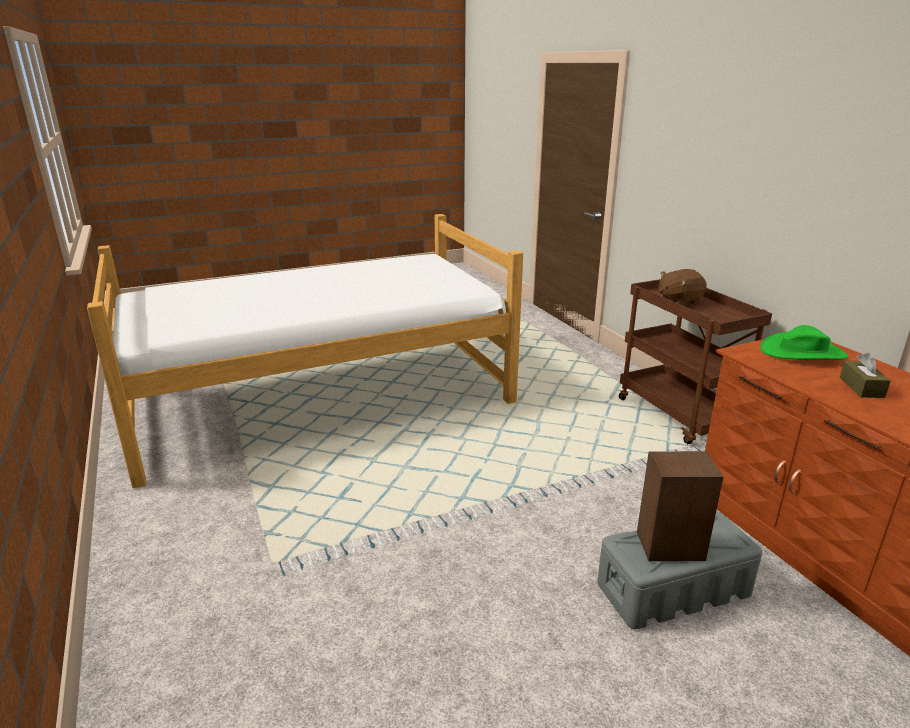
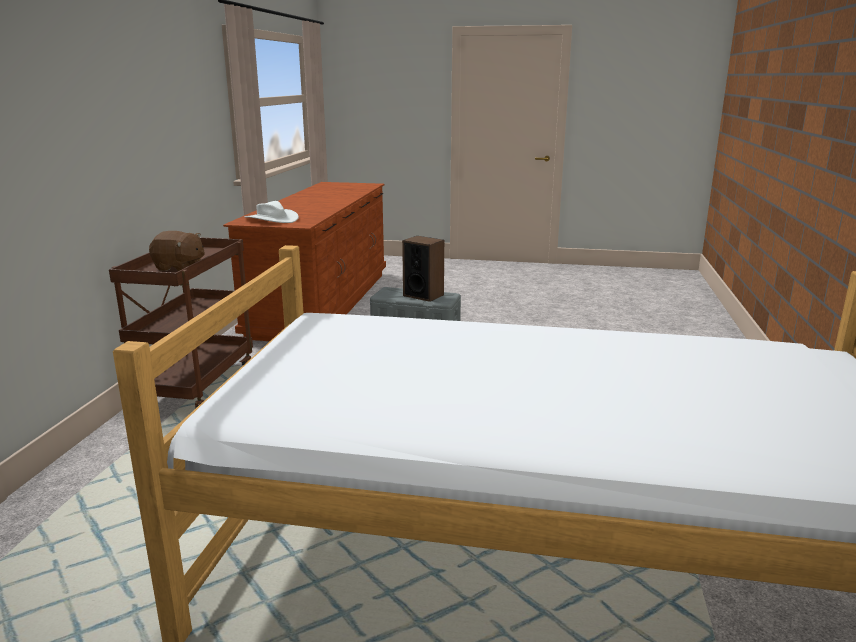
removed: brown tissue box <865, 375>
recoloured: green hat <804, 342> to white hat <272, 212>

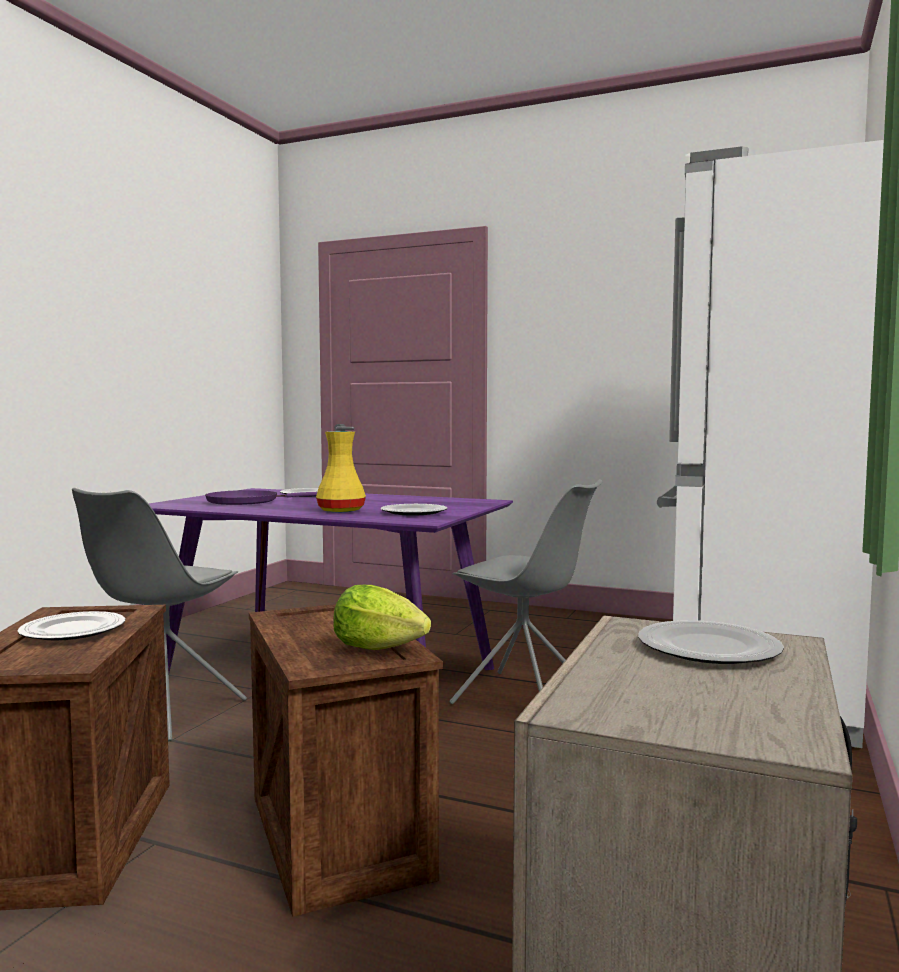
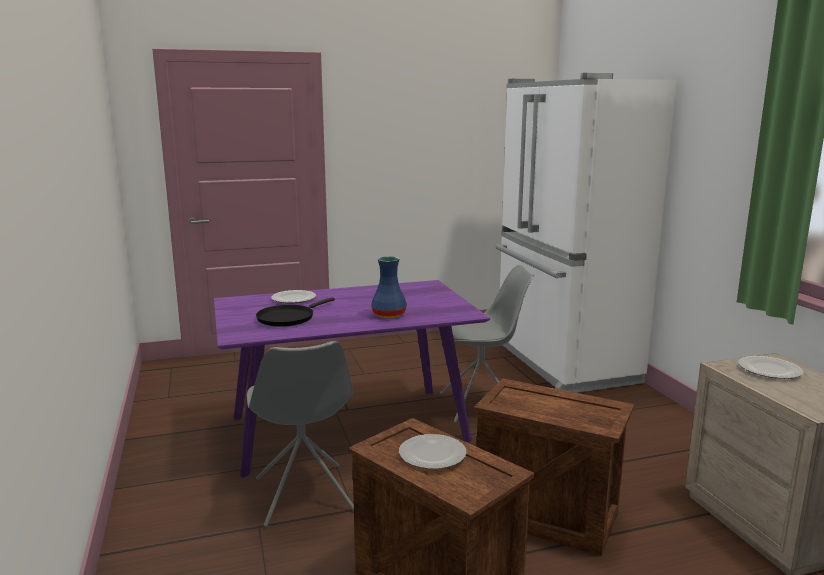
removed: lettuce <382, 617>; plate <414, 510>
recoloured: purple frying pan <261, 497> to black frying pan <295, 312>; yellow vase <341, 472> to blue vase <389, 287>

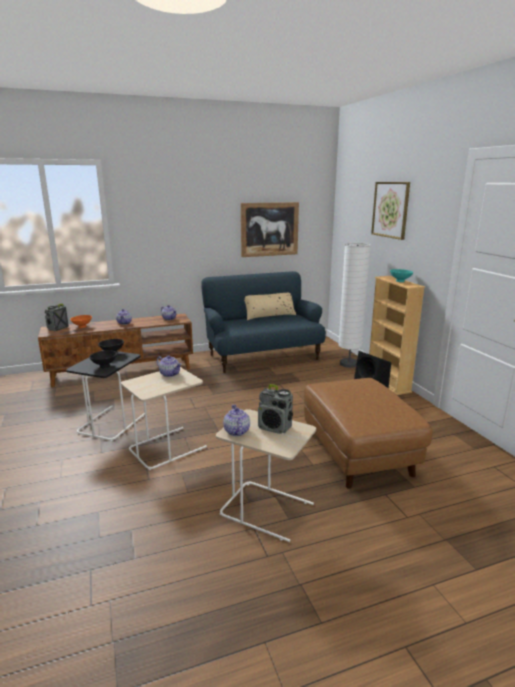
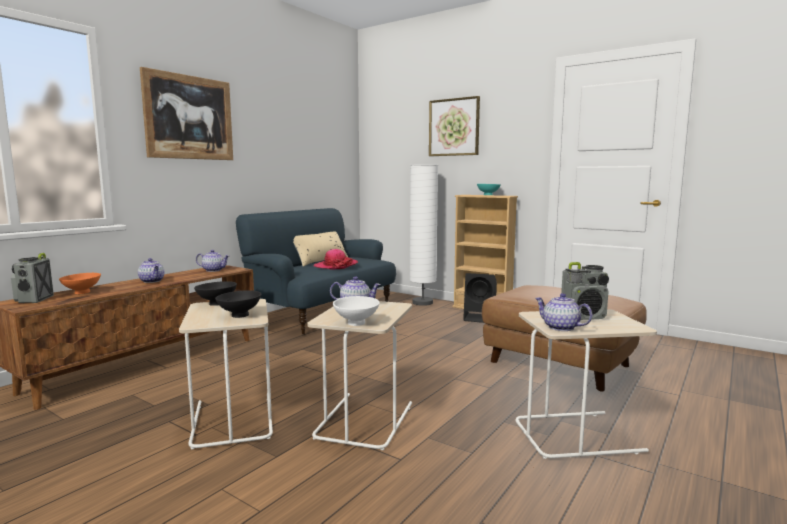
added: hat <336, 259>; white bowl <356, 311>
moved: picture <270, 229> to <186, 113>
recoloured: black side table <105, 395> to beige side table <226, 374>

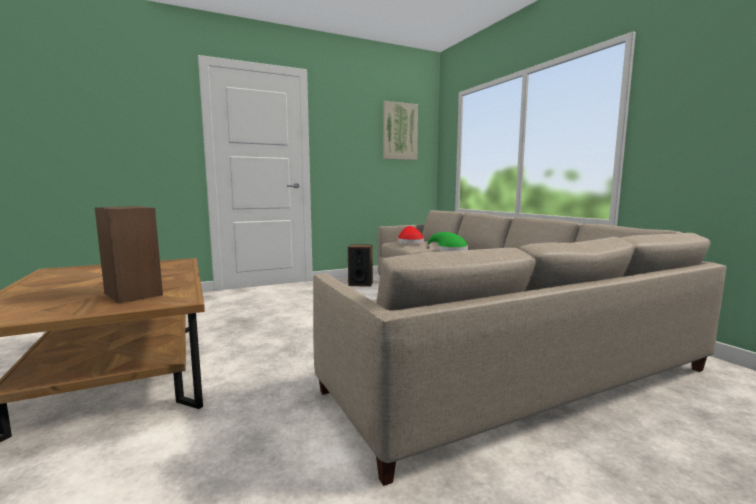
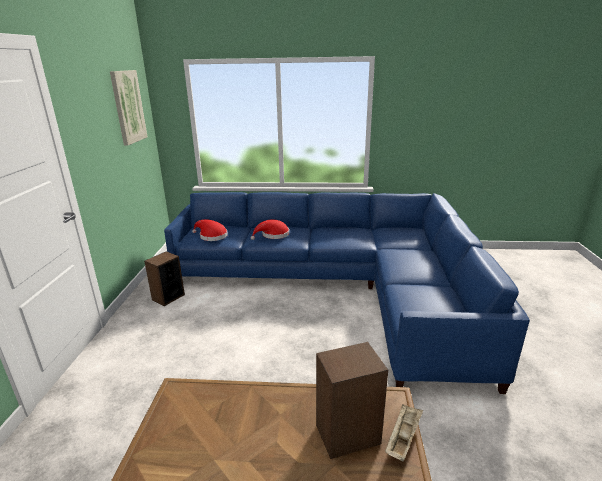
added: beige tray <404, 432>
recoloured: beige sofa <520, 348> to blue sofa <347, 293>; green hat <446, 241> to red hat <270, 229>

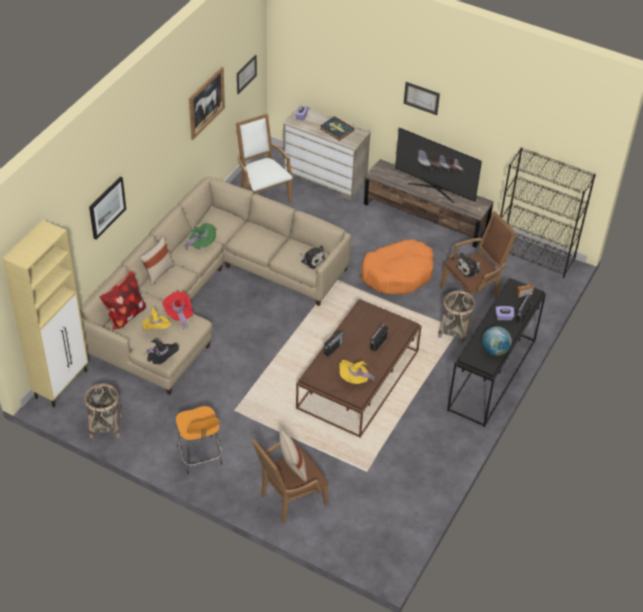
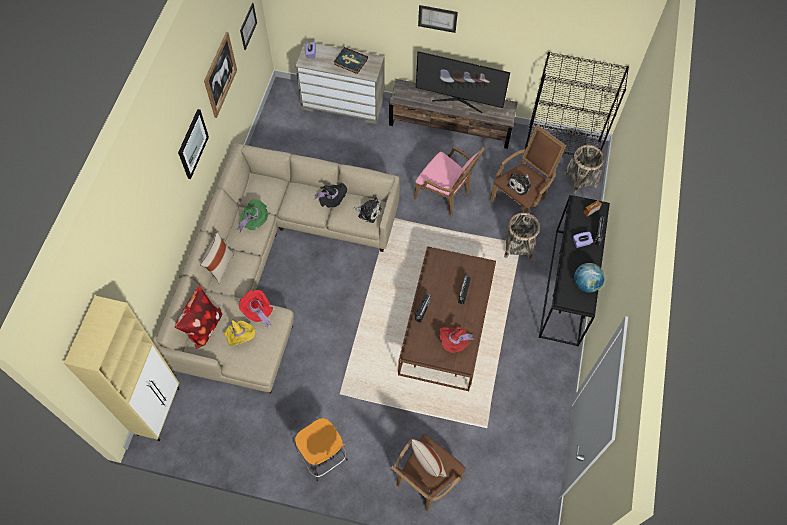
removed: white armchair <264, 159>
moved: picture <107, 208> to <193, 144>; black hat <162, 351> to <331, 195>; basket <103, 410> to <584, 169>
replaced: orange dog bed <396, 267> to pink armchair <449, 181>
recoloured: yellow hat <357, 371> to red hat <456, 339>

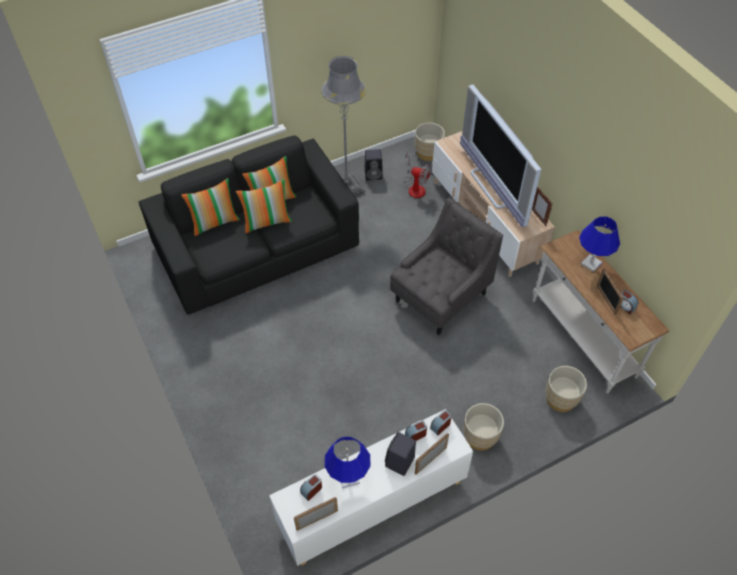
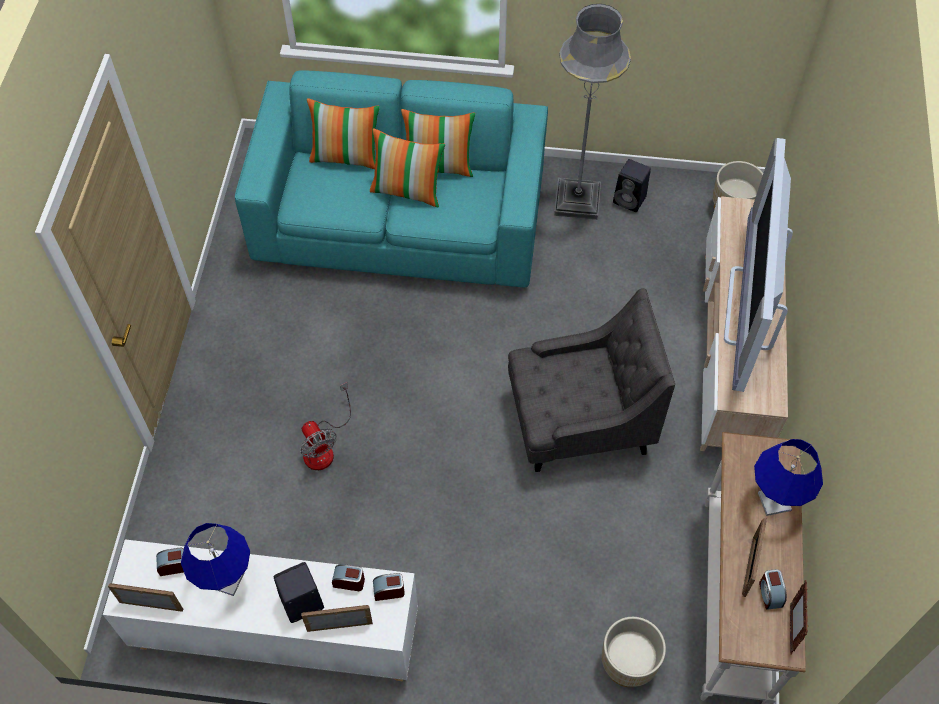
removed: beige planter <483, 427>
moved: fan <417, 175> to <325, 426>; picture frame <542, 206> to <799, 617>
recoloured: black sofa <248, 224> to turquoise sofa <391, 179>

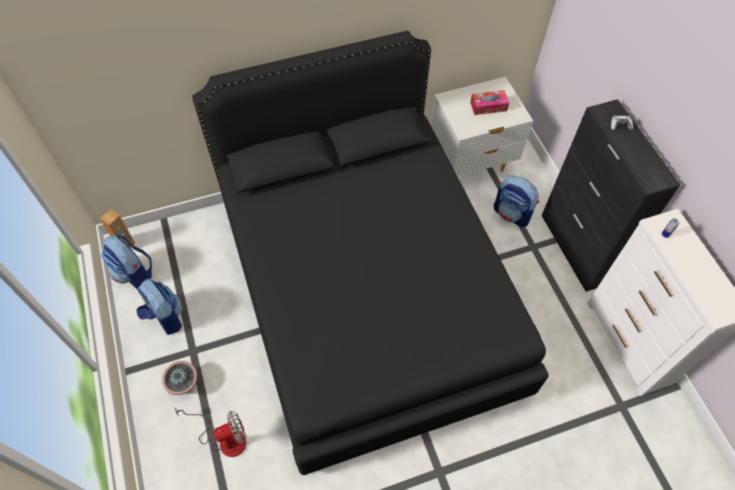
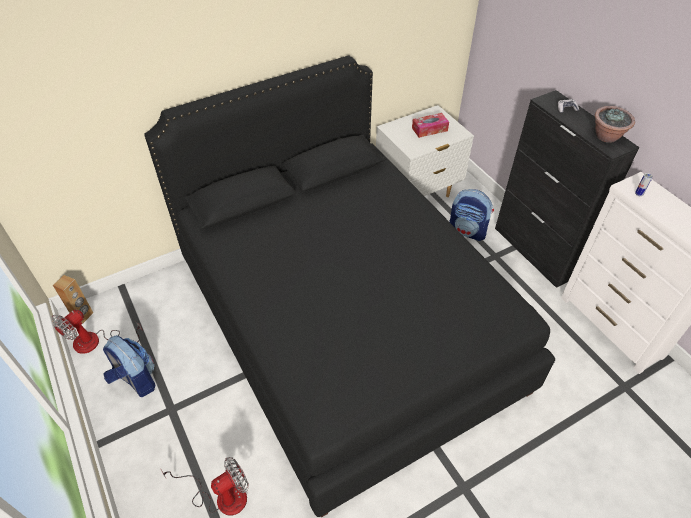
moved: potted plant <180, 378> to <615, 124>
replaced: backpack <126, 262> to fan <96, 332>

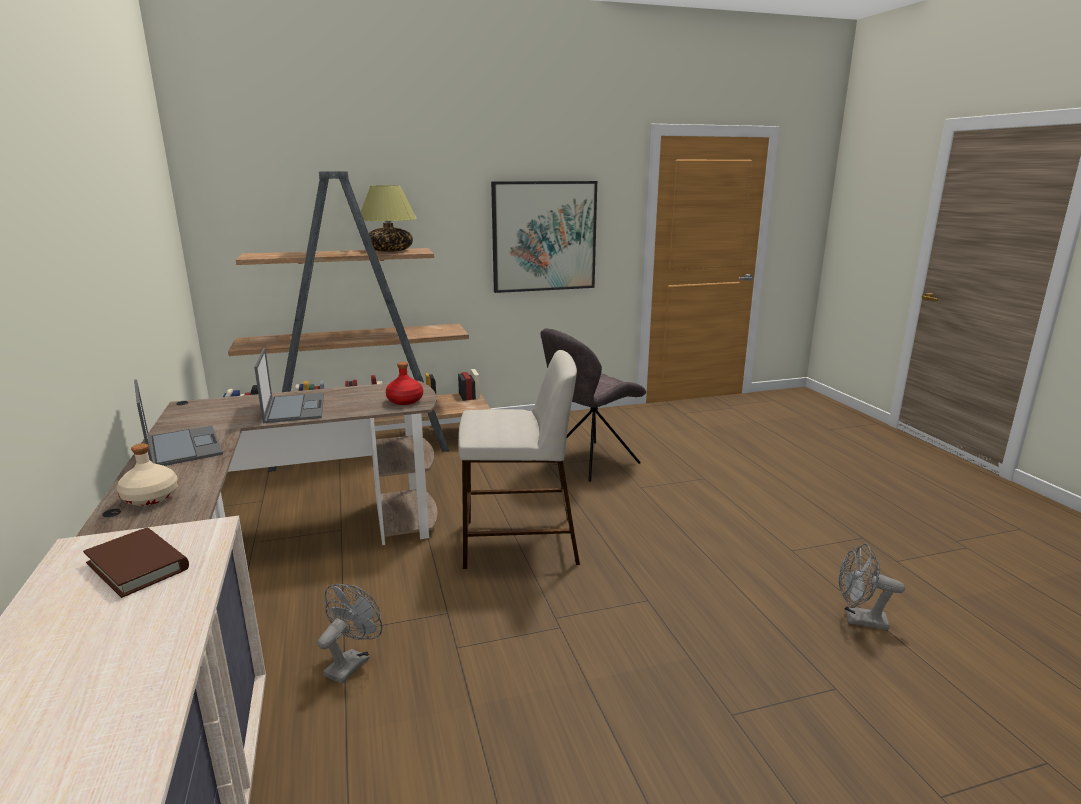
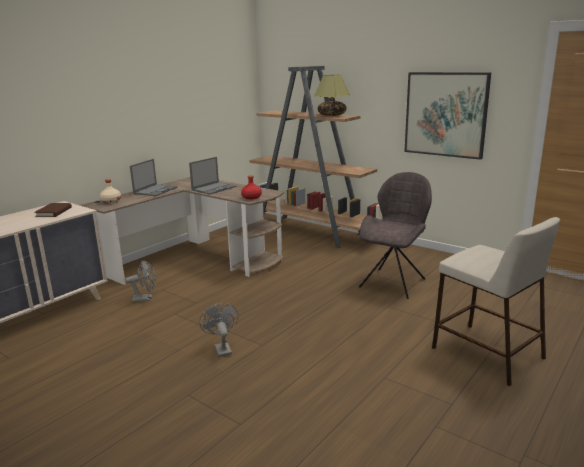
moved: grey fan <872, 587> to <219, 330>; beige stool <519, 459> to <496, 301>
turned: grey chair <593, 405> = <395, 235> 105 degrees clockwise

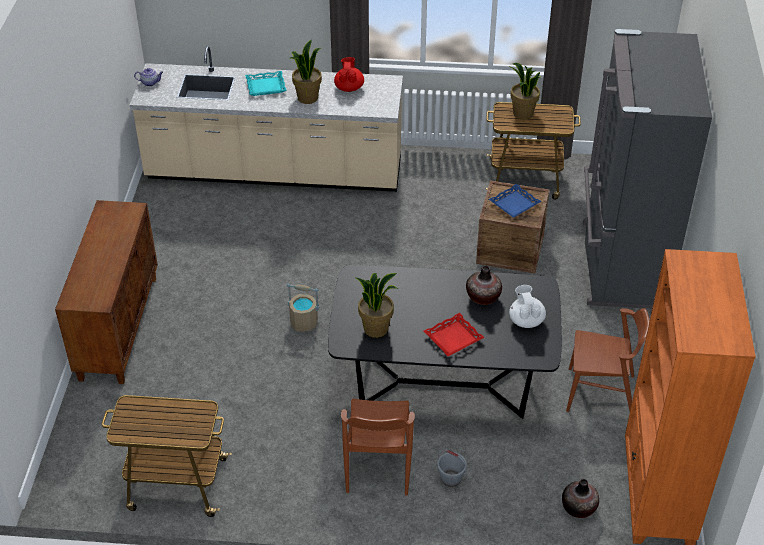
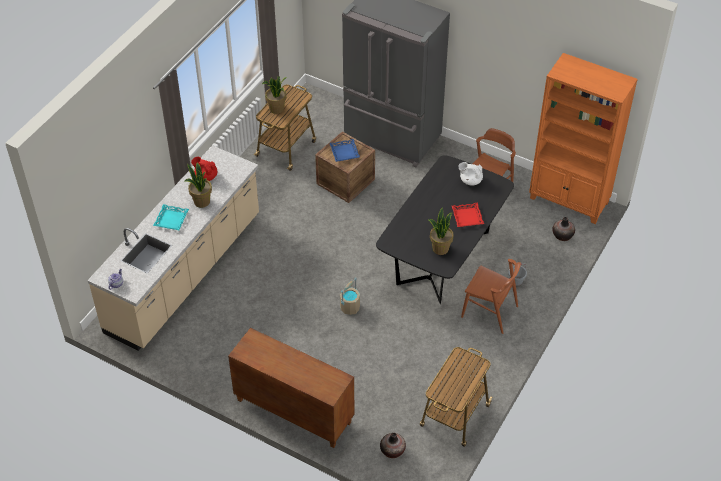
moved: vase <484, 285> to <393, 445>

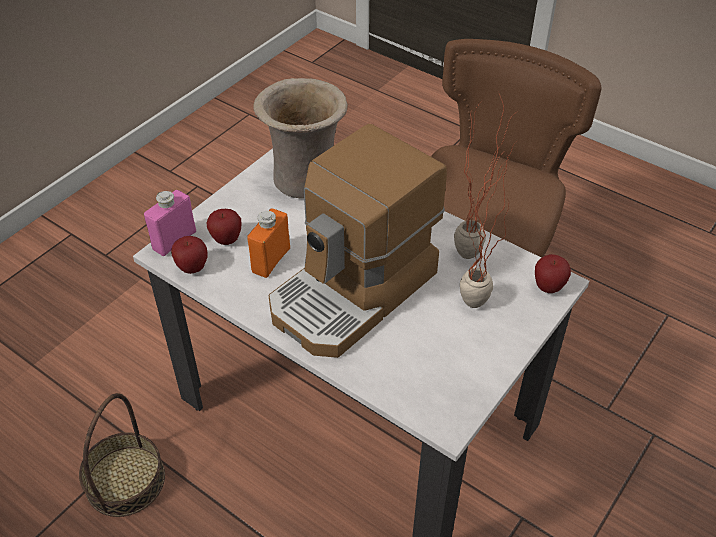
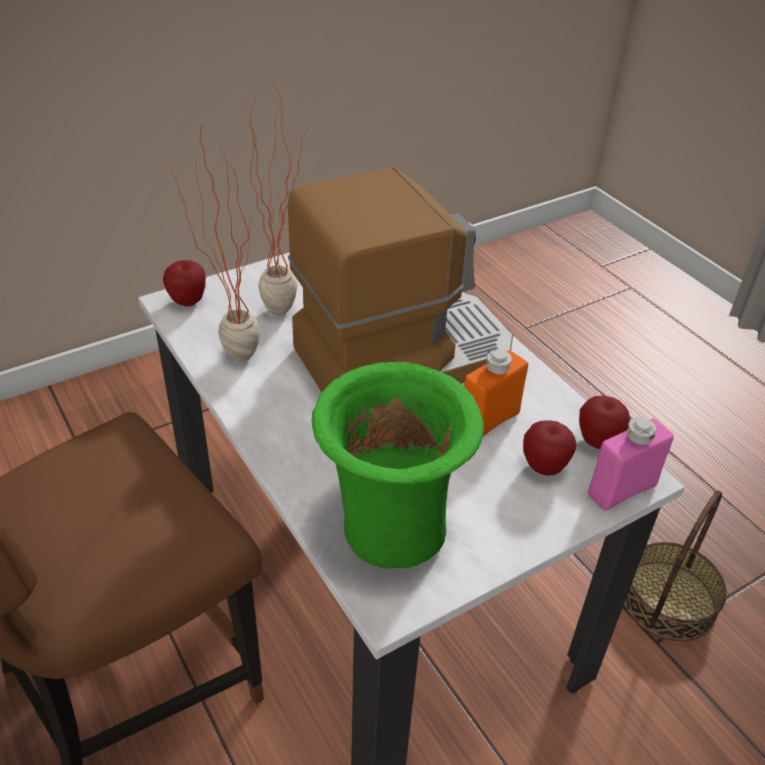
recoloured: beige vase <300, 138> to green vase <397, 465>

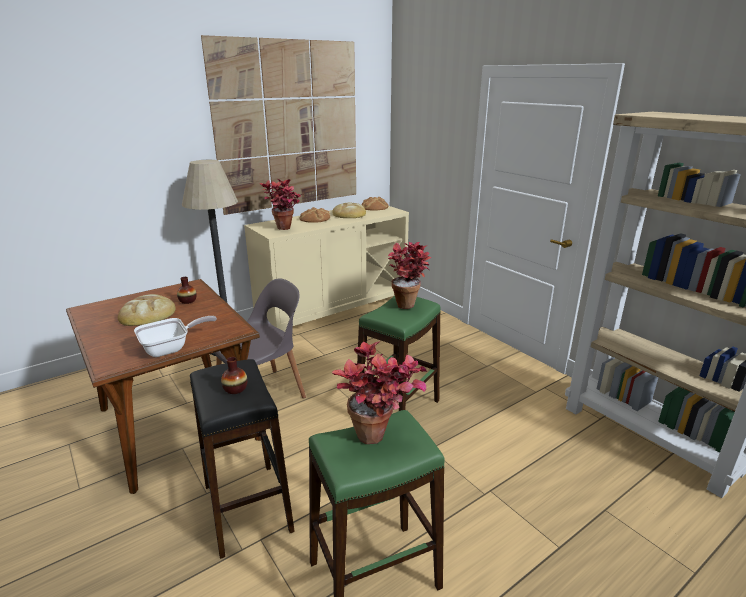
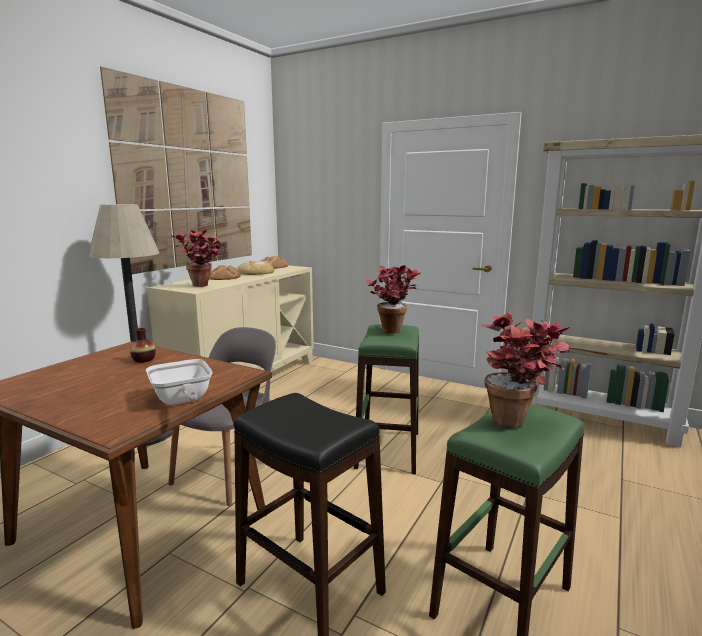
removed: bread <147, 310>; vase <234, 375>
turned: frying pan <175, 336> = <179, 382> 120 degrees clockwise

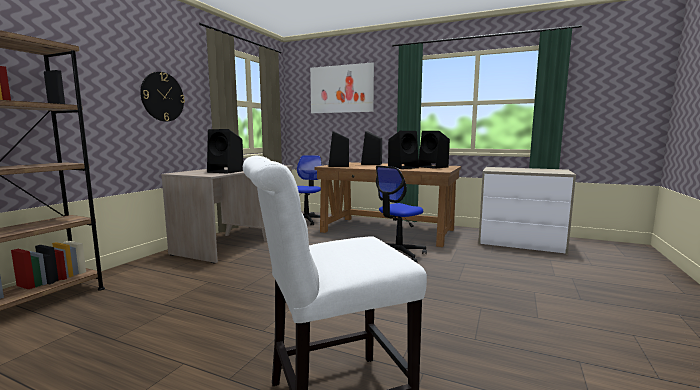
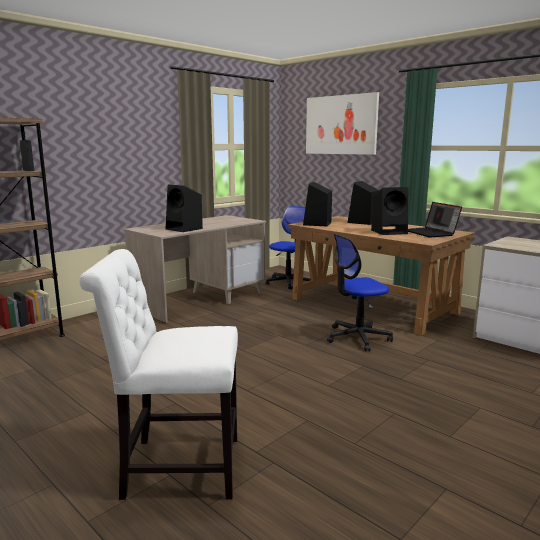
removed: wall clock <162, 97>
replaced: black speaker <434, 150> to laptop <435, 220>

